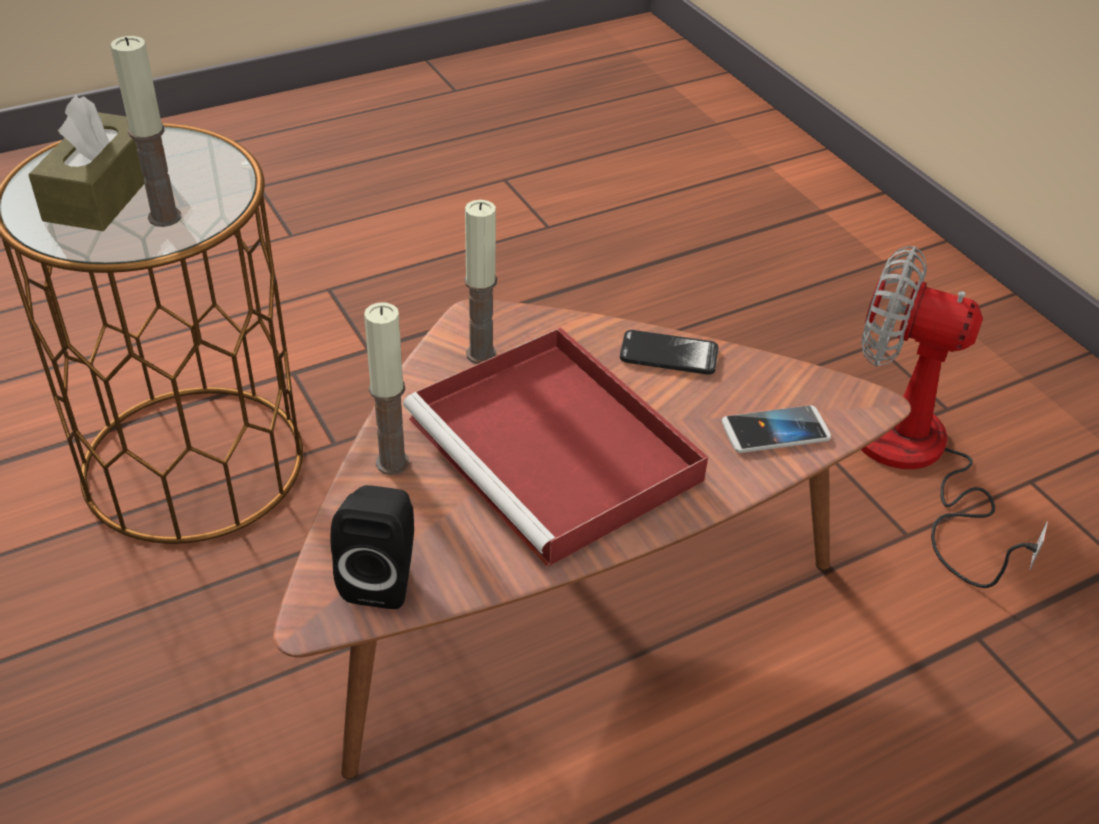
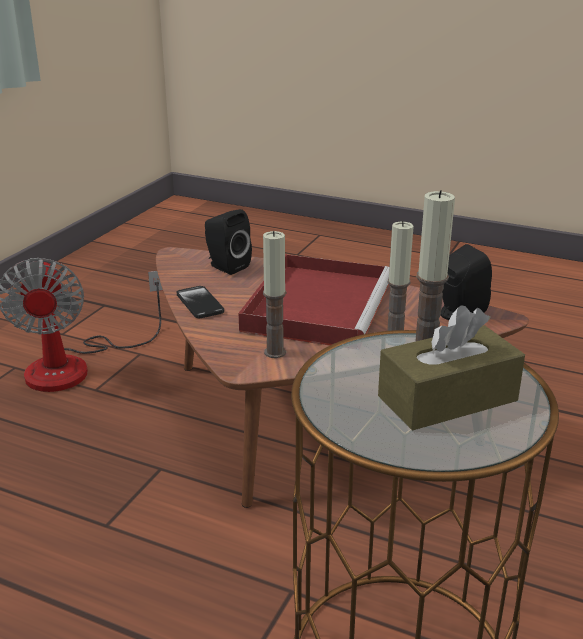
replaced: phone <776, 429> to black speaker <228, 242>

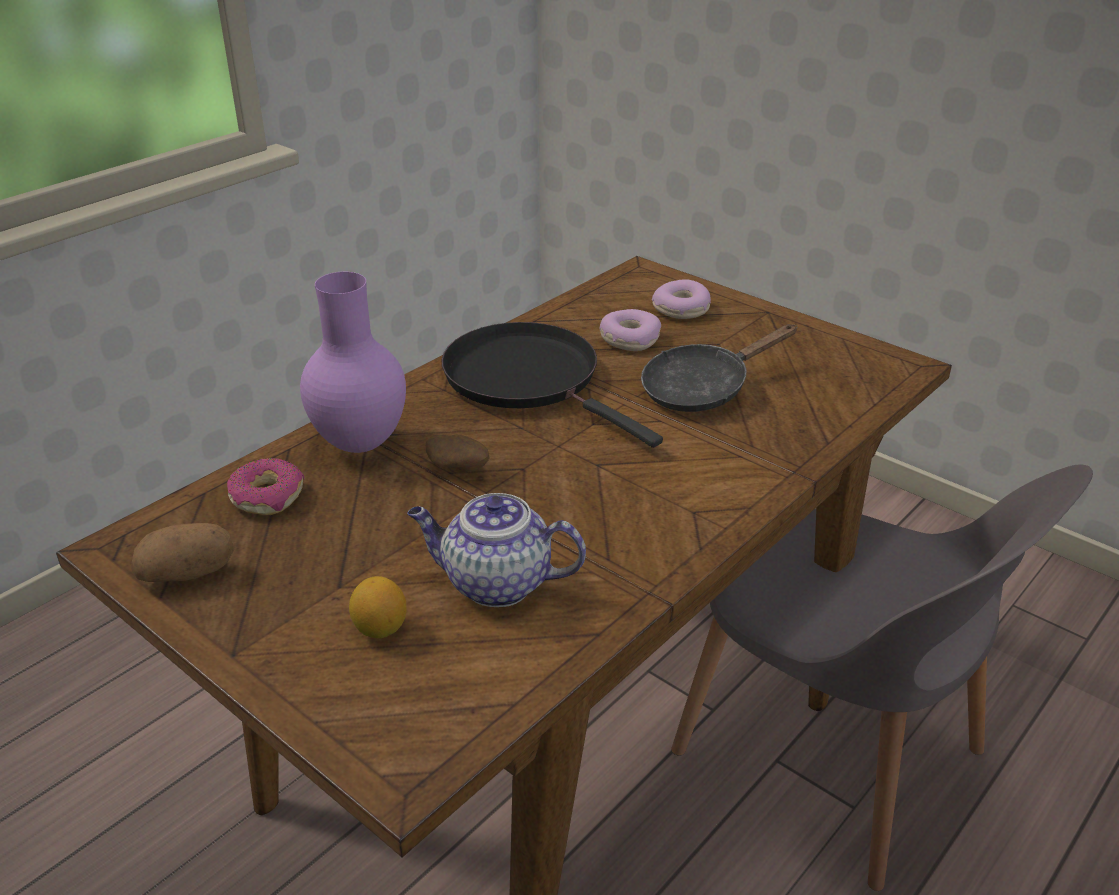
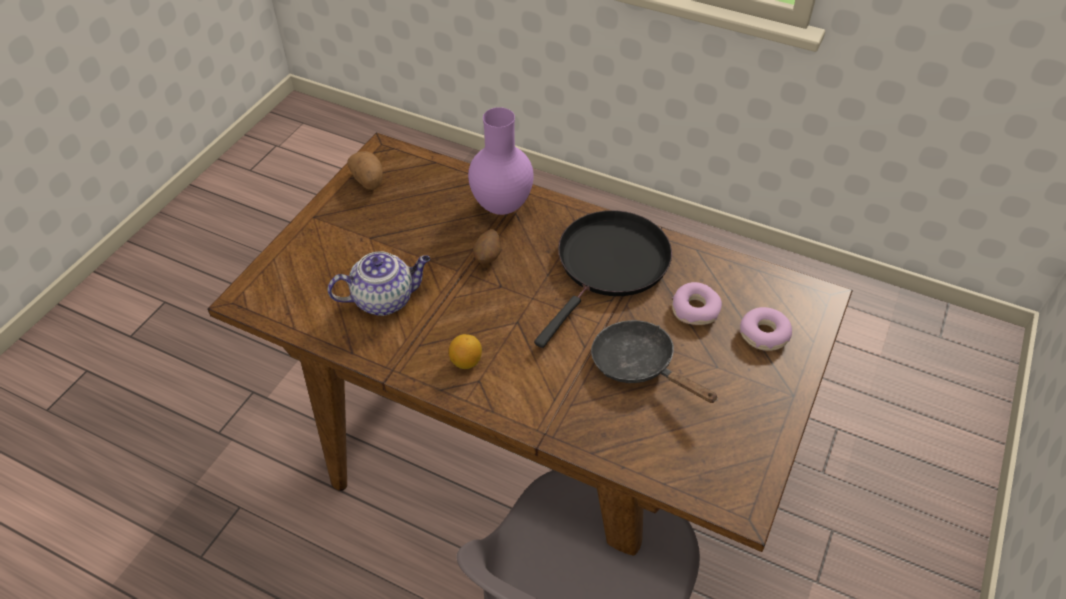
removed: donut <265, 486>
moved: lemon <378, 607> to <465, 351>
turned: teapot <496, 550> = <379, 283> 75 degrees clockwise

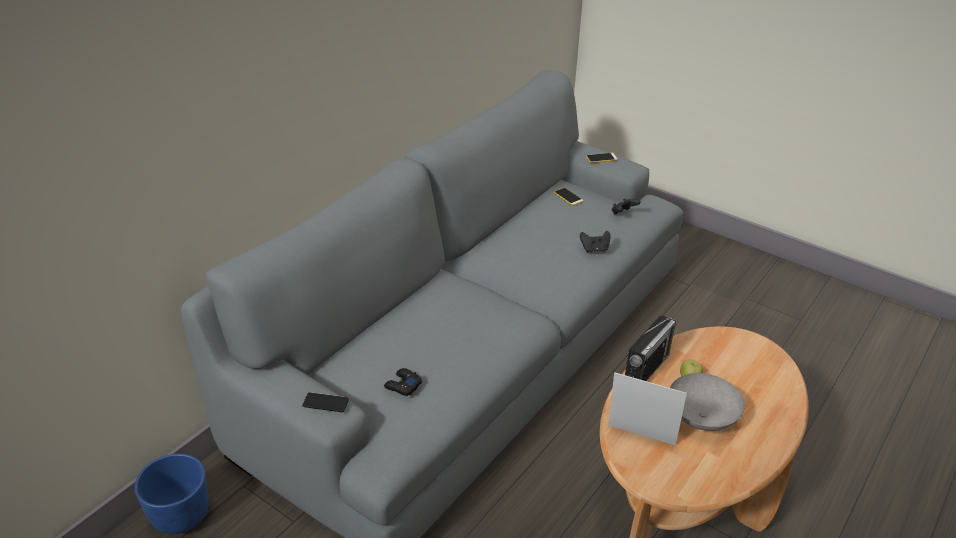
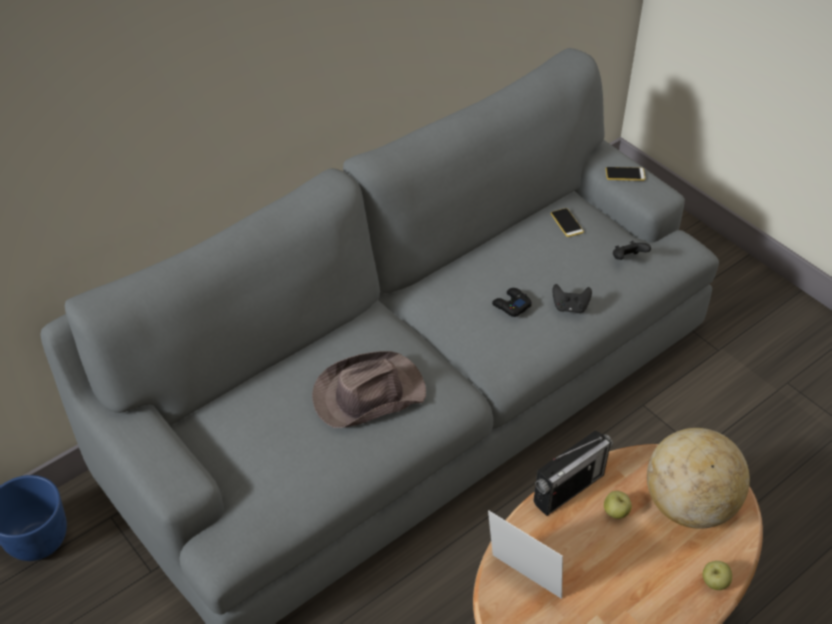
removed: phone <325, 402>; grey bowl <707, 402>
added: brown hat <369, 389>; globe <698, 478>; apple <717, 575>
moved: black game controller <403, 382> to <512, 302>

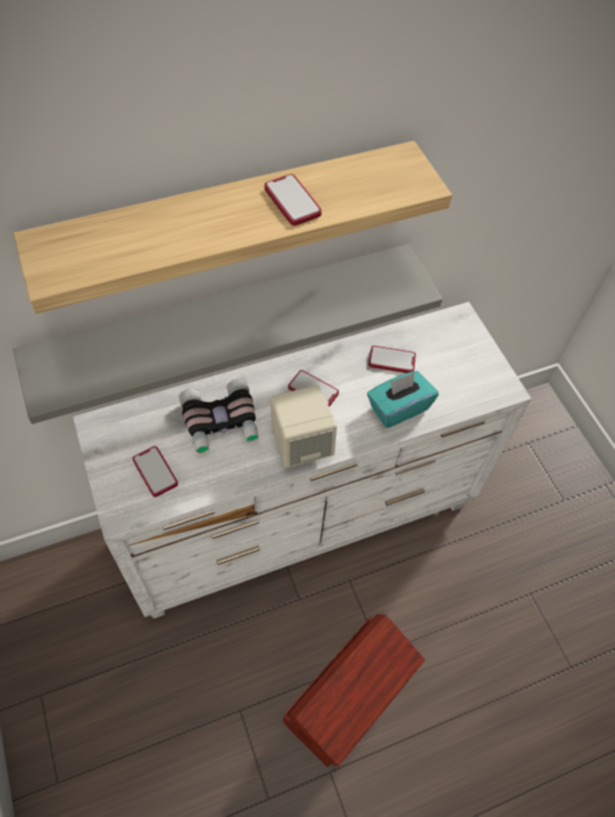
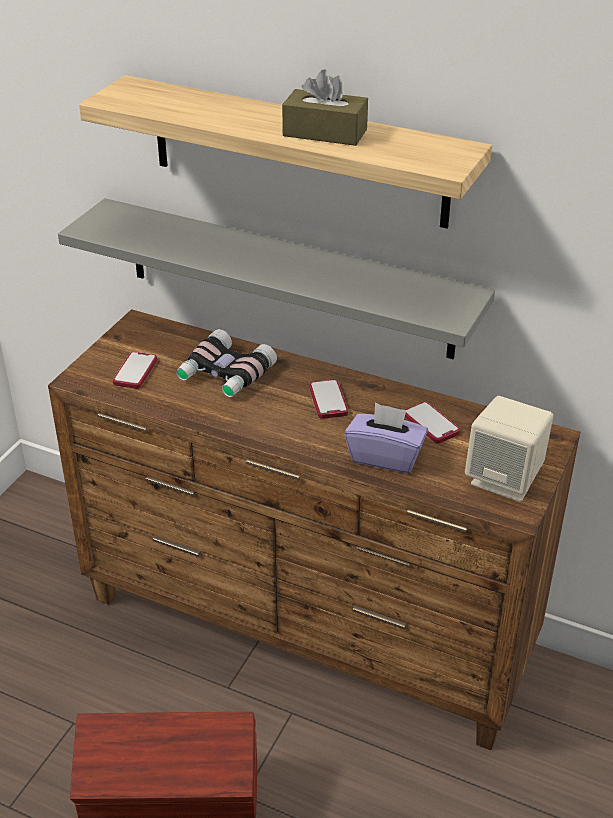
moved: beige speaker <303, 426> to <509, 449>
replaced: phone <293, 200> to brown tissue box <325, 107>
recoloured: white dresser <302, 460> to brown dresser <314, 529>; turquoise tissue box <403, 399> to purple tissue box <386, 438>

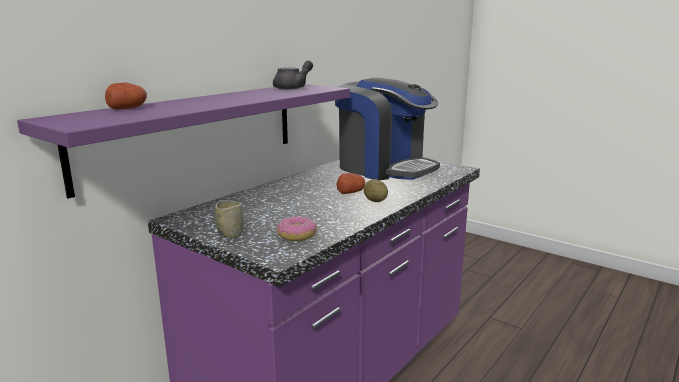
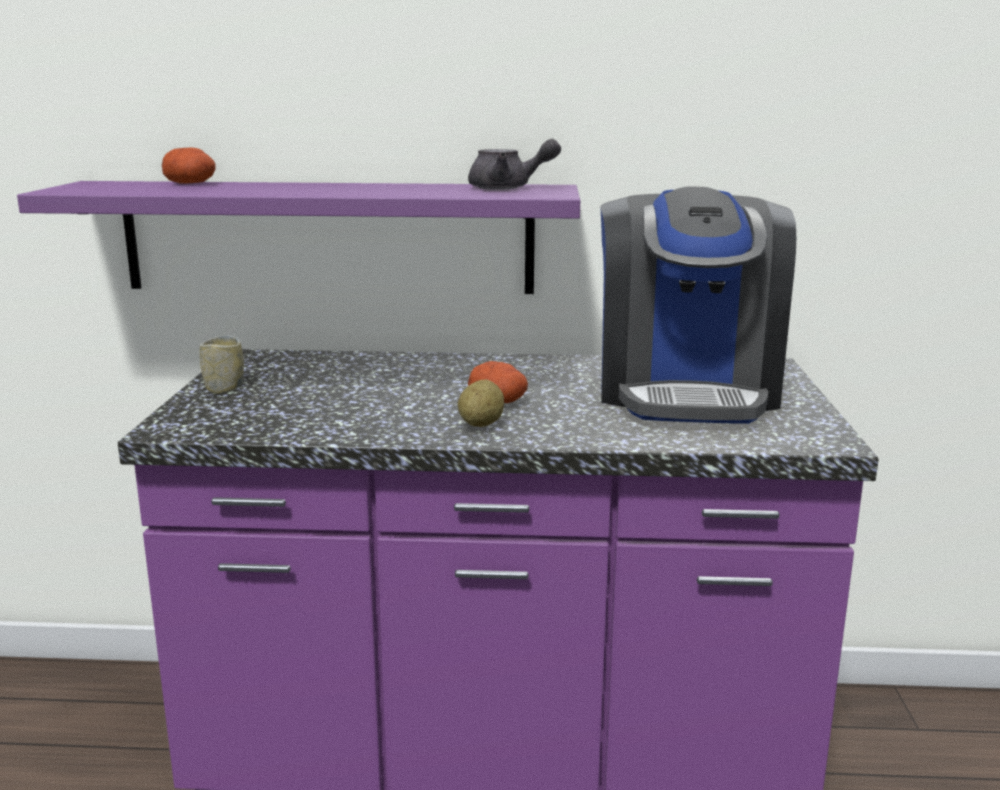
removed: donut <297, 228>

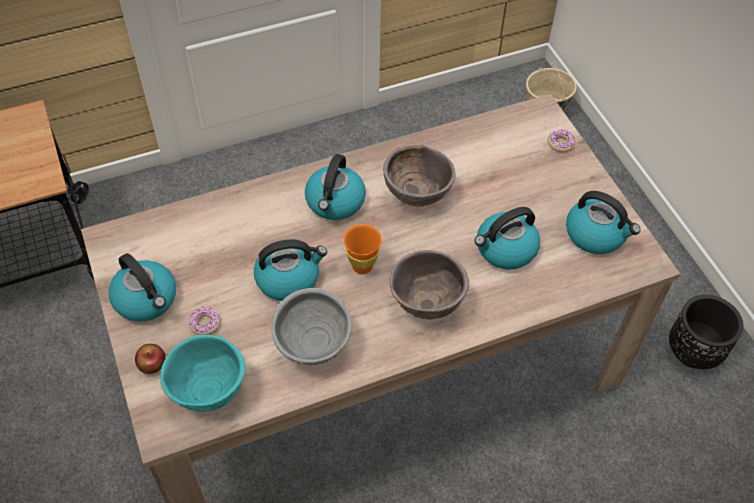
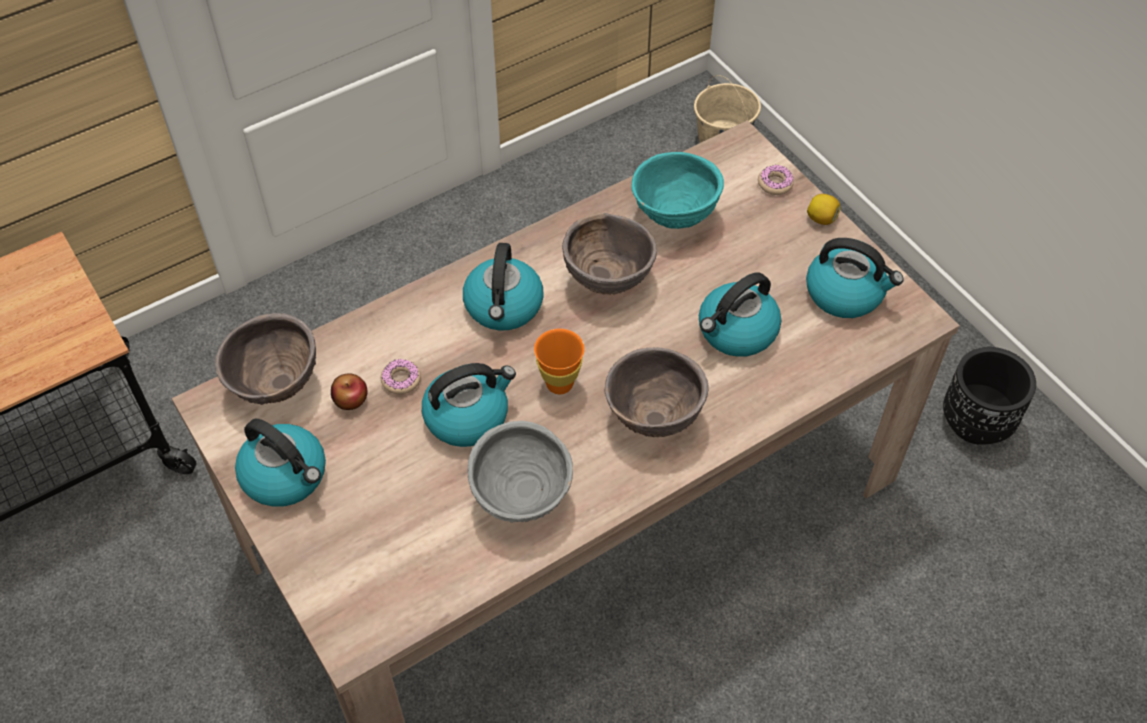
added: brown bowl <265, 359>; lemon <823, 209>
moved: apple <150, 359> to <349, 391>; donut <204, 321> to <401, 376>; turquoise bowl <203, 373> to <677, 190>

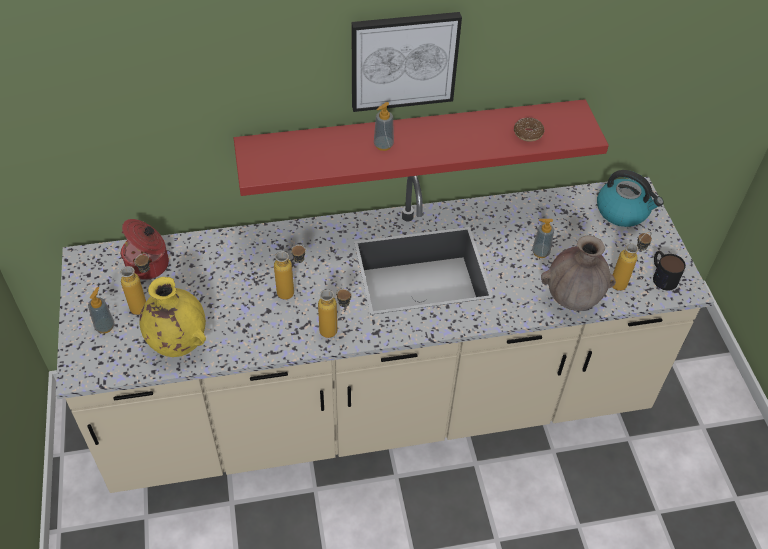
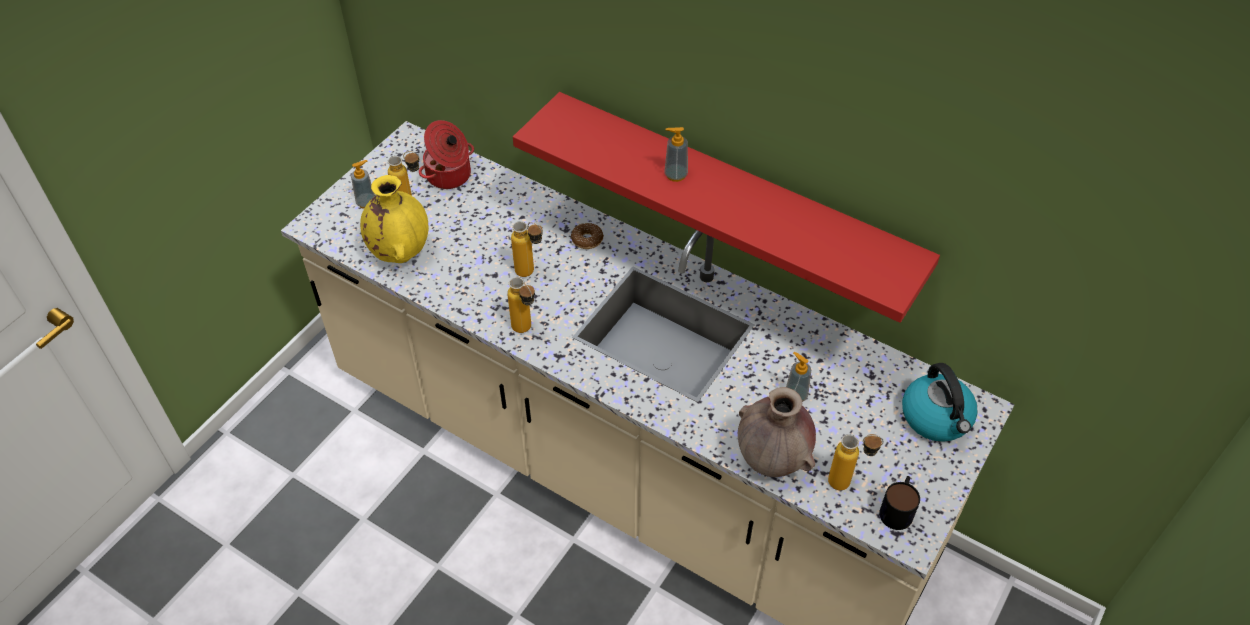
removed: picture <406, 62>
moved: donut <529, 130> to <587, 236>

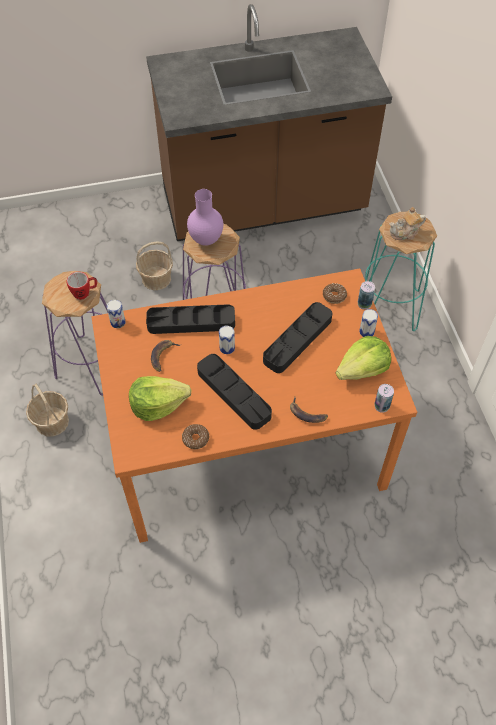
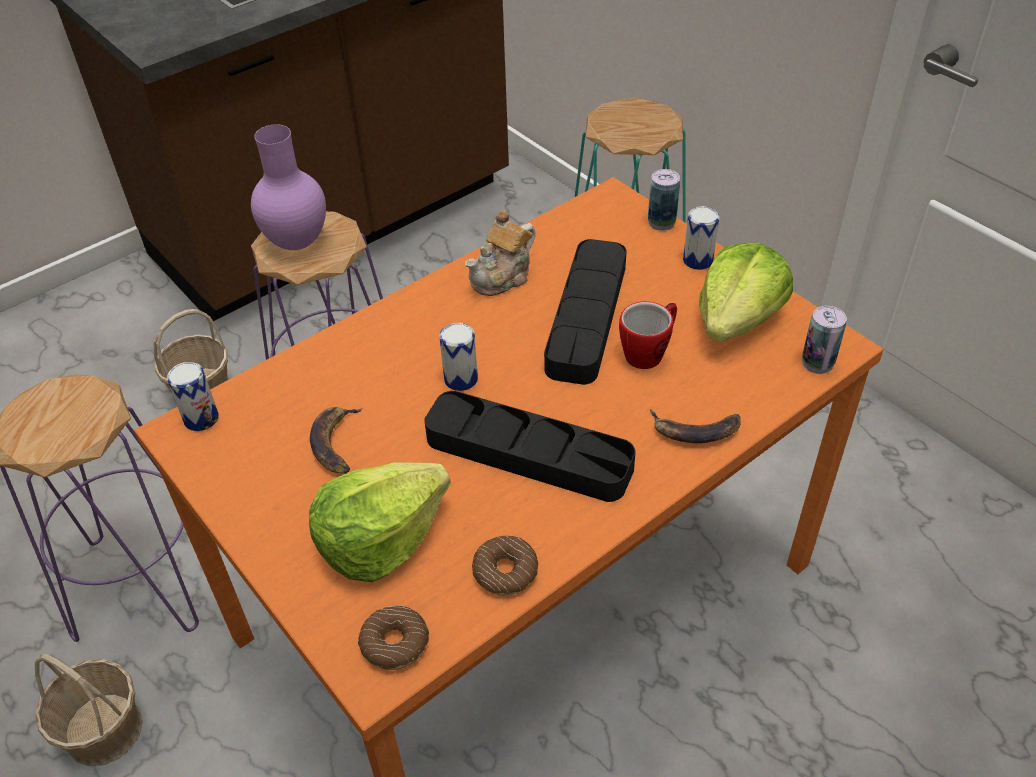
removed: black tray <190, 319>
moved: donut <335, 293> to <393, 637>; teapot <407, 223> to <500, 253>; mug <81, 286> to <648, 335>

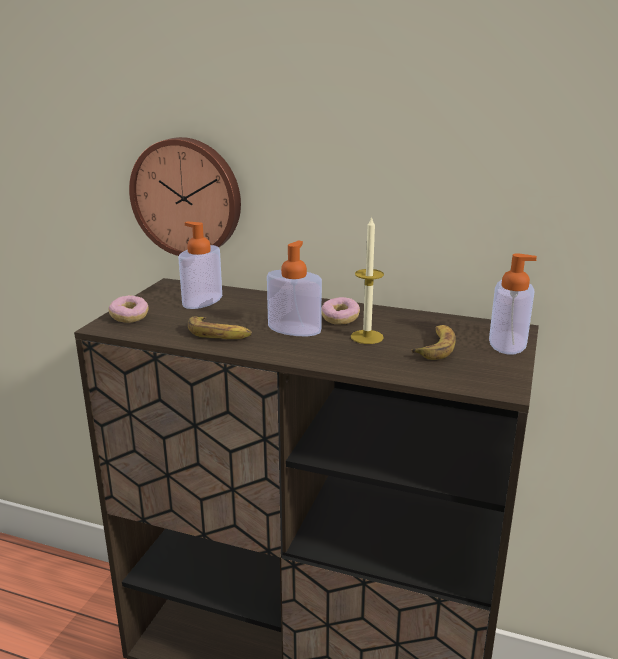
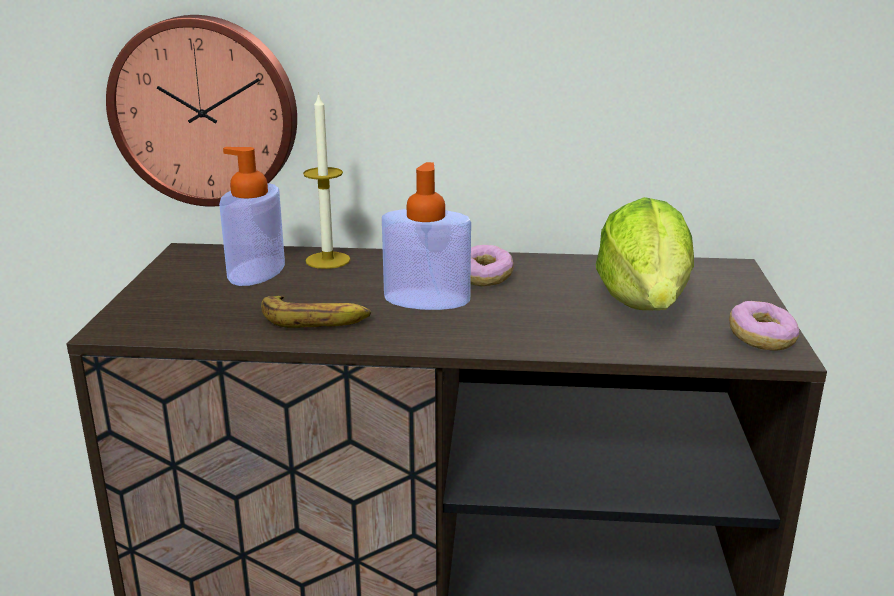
removed: soap dispenser <513, 303>
moved: candle <367, 280> to <326, 180>; donut <129, 309> to <764, 326>
replaced: banana <433, 342> to lettuce <645, 253>

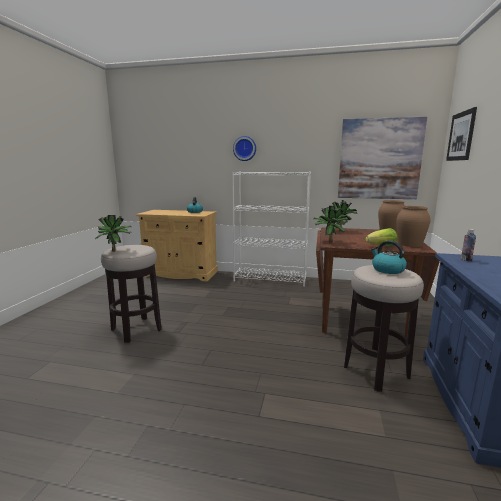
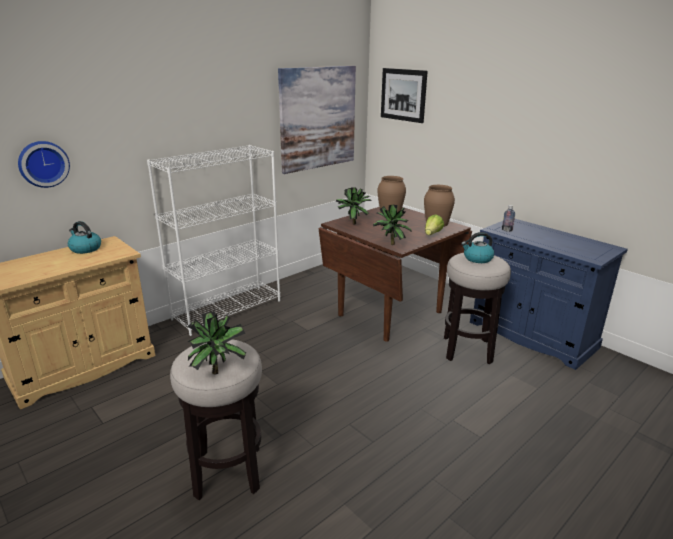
moved: wall clock <244, 148> to <44, 164>

